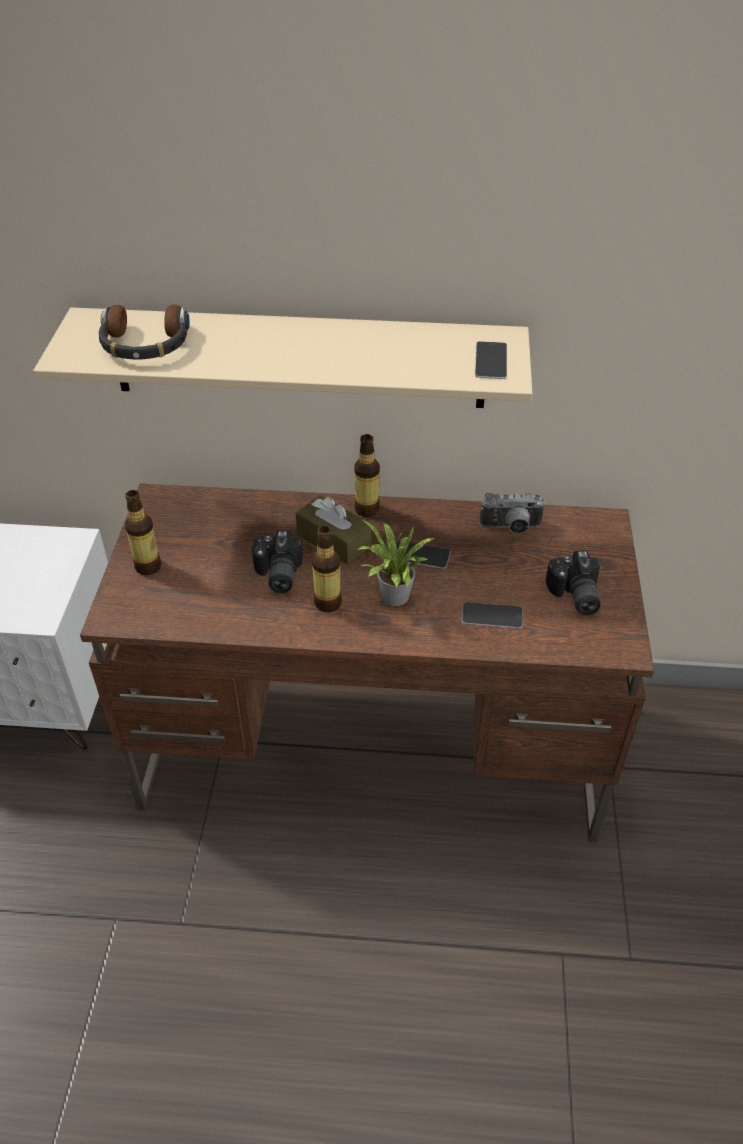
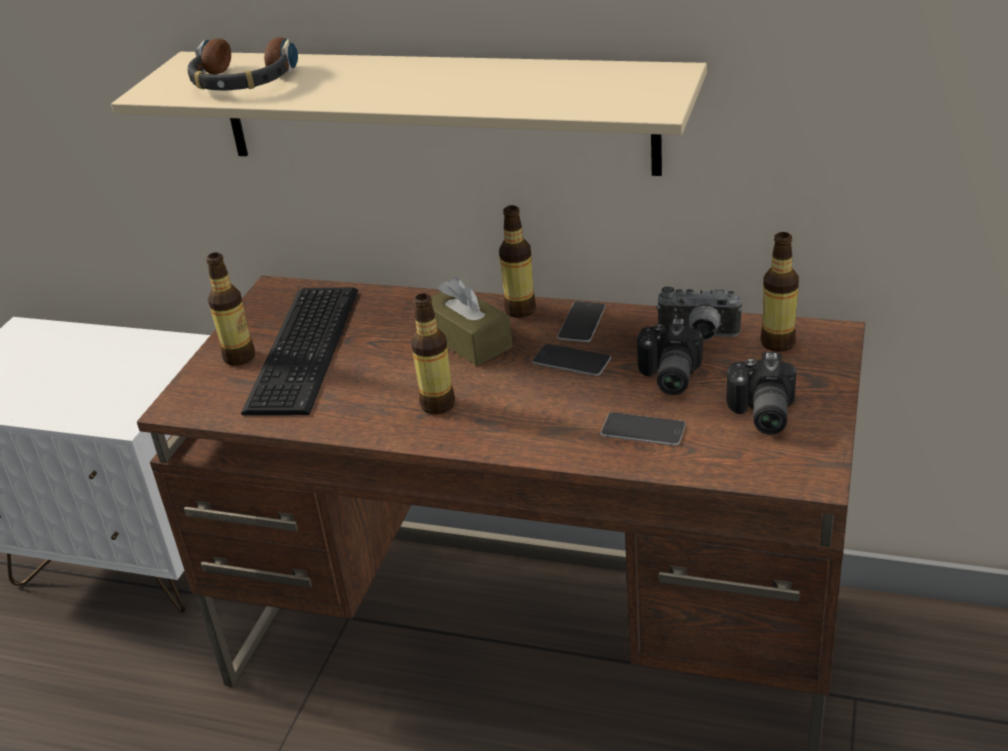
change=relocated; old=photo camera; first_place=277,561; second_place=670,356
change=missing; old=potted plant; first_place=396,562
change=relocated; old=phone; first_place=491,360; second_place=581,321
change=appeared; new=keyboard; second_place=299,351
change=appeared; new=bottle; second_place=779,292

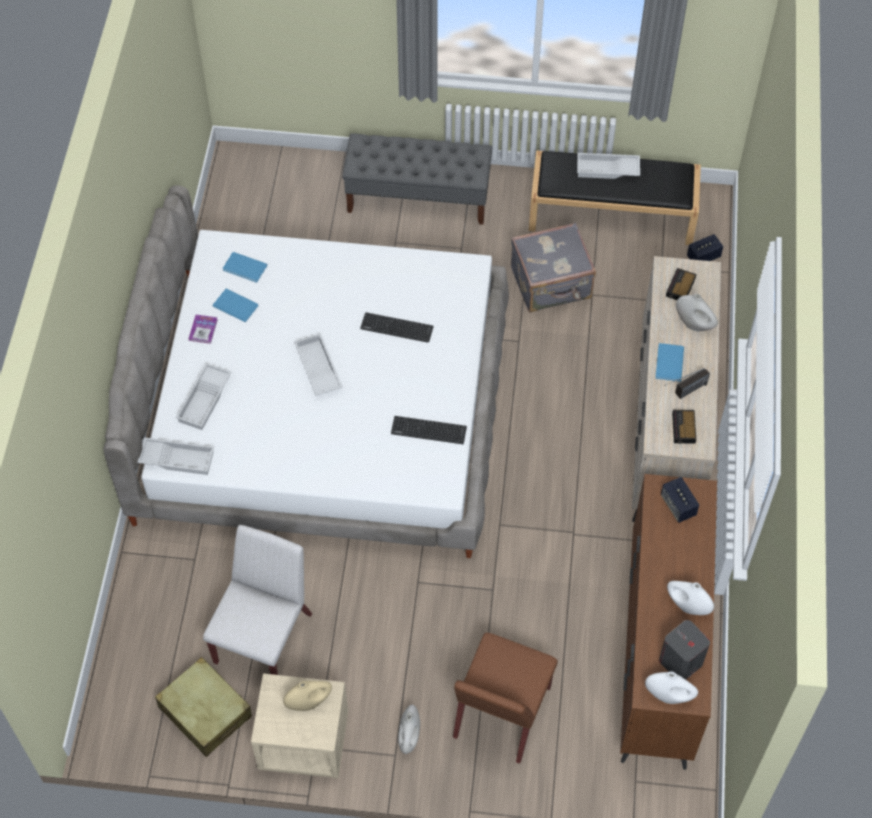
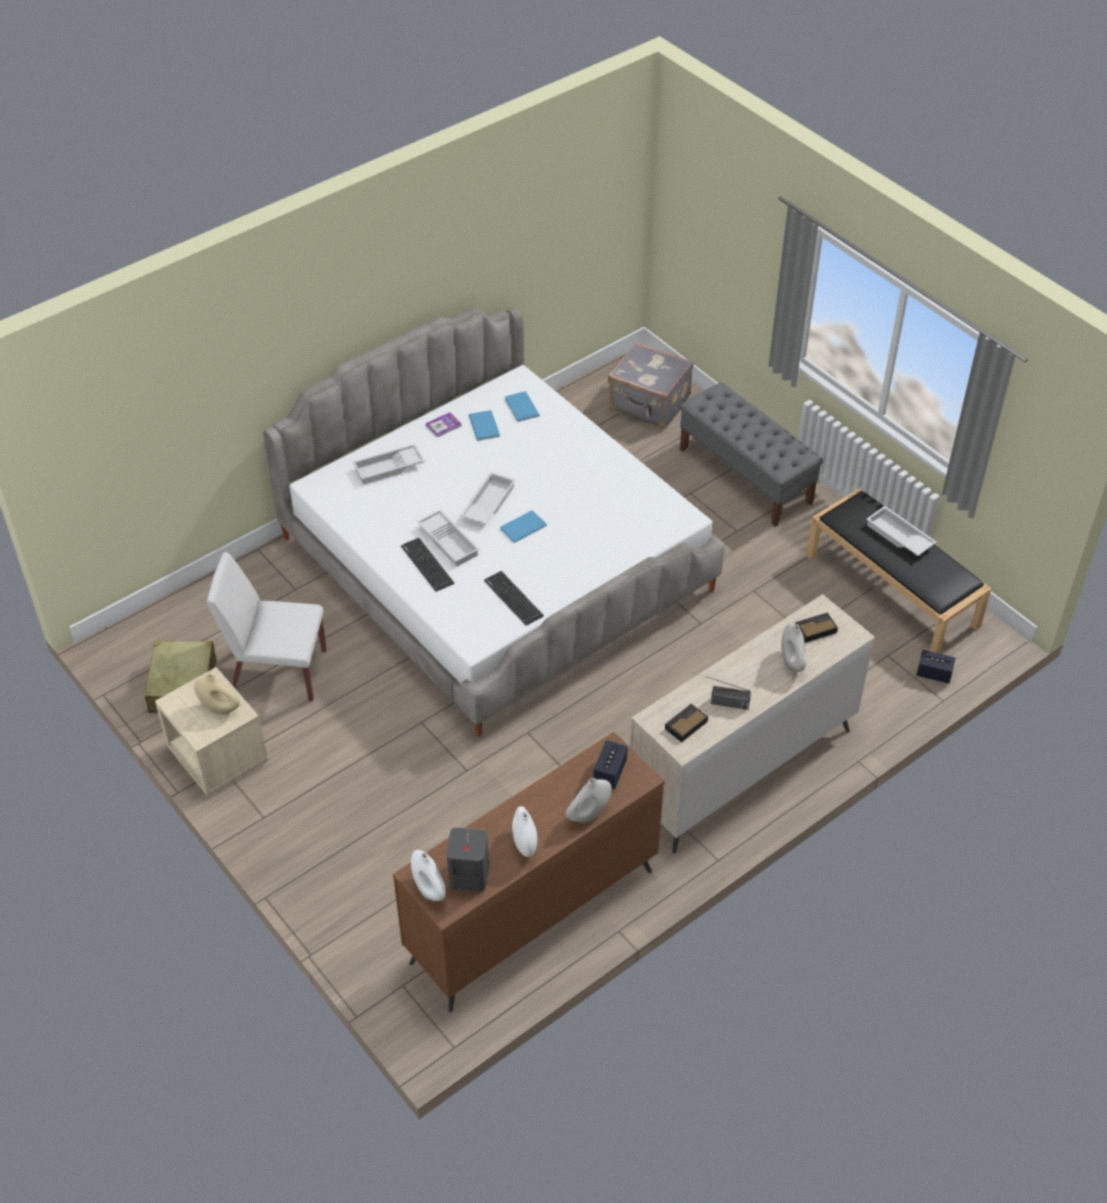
change=relocated; old=white tray; first_place=175,456; second_place=448,538
change=spun; old=white chair; first_place=257,600; second_place=266,626; degrees=-150
change=relocated; old=keyboard; first_place=397,327; second_place=427,565
change=relocated; old=white vase; first_place=409,729; second_place=589,800
change=missing; old=brown chair; first_place=505,698
change=relocated; old=grey suitcase; first_place=553,267; second_place=651,385
change=relocated; old=blue book; first_place=669,362; second_place=523,526

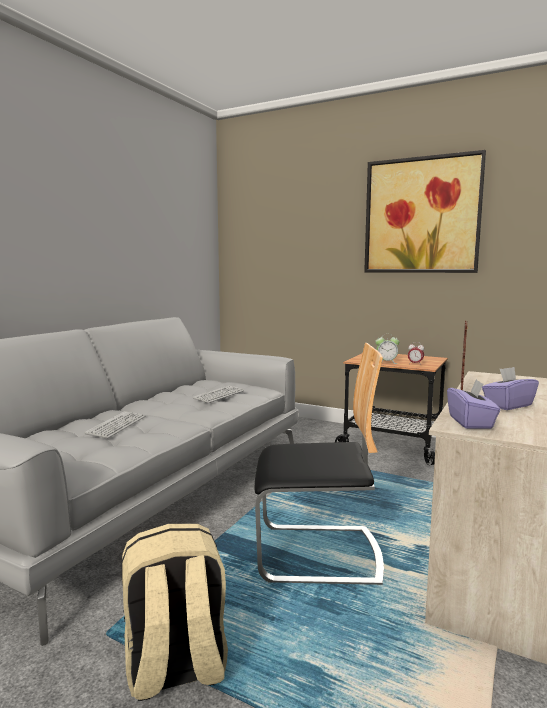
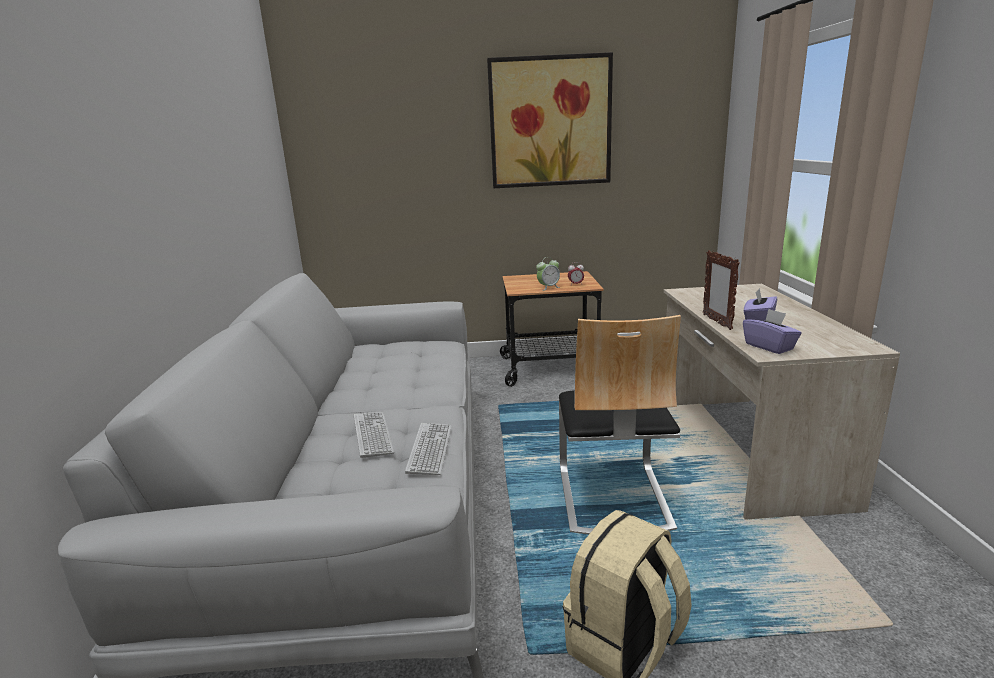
change=relocated; old=keyboard; first_place=218,394; second_place=428,449
change=spun; old=chair; first_place=319,464; second_place=620,425; degrees=120

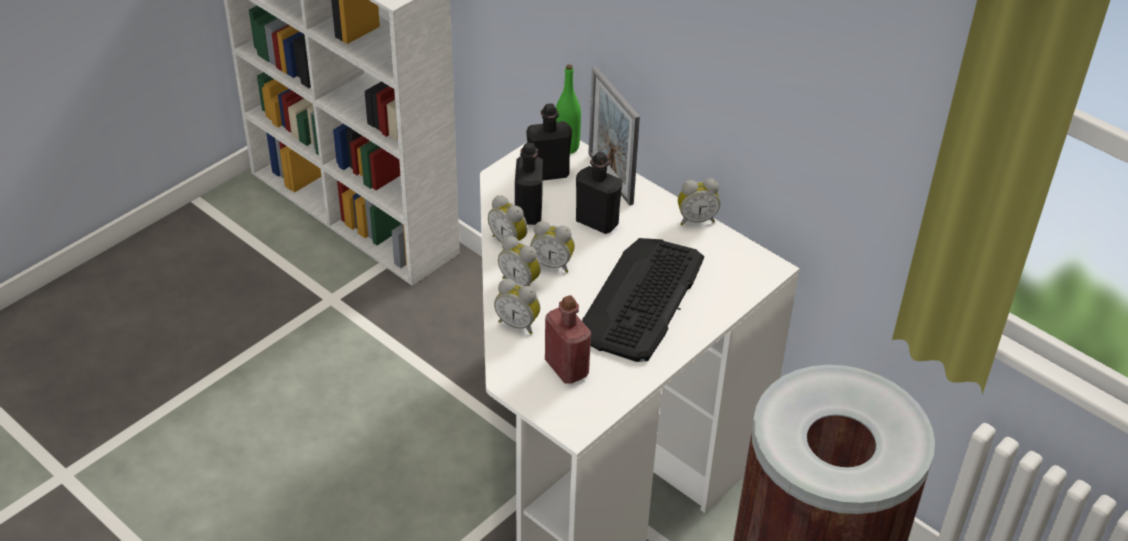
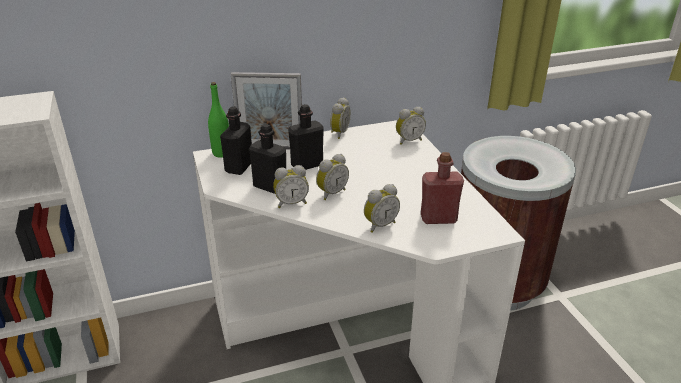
change=relocated; old=alarm clock; first_place=519,261; second_place=411,126
change=missing; old=keyboard; first_place=643,300

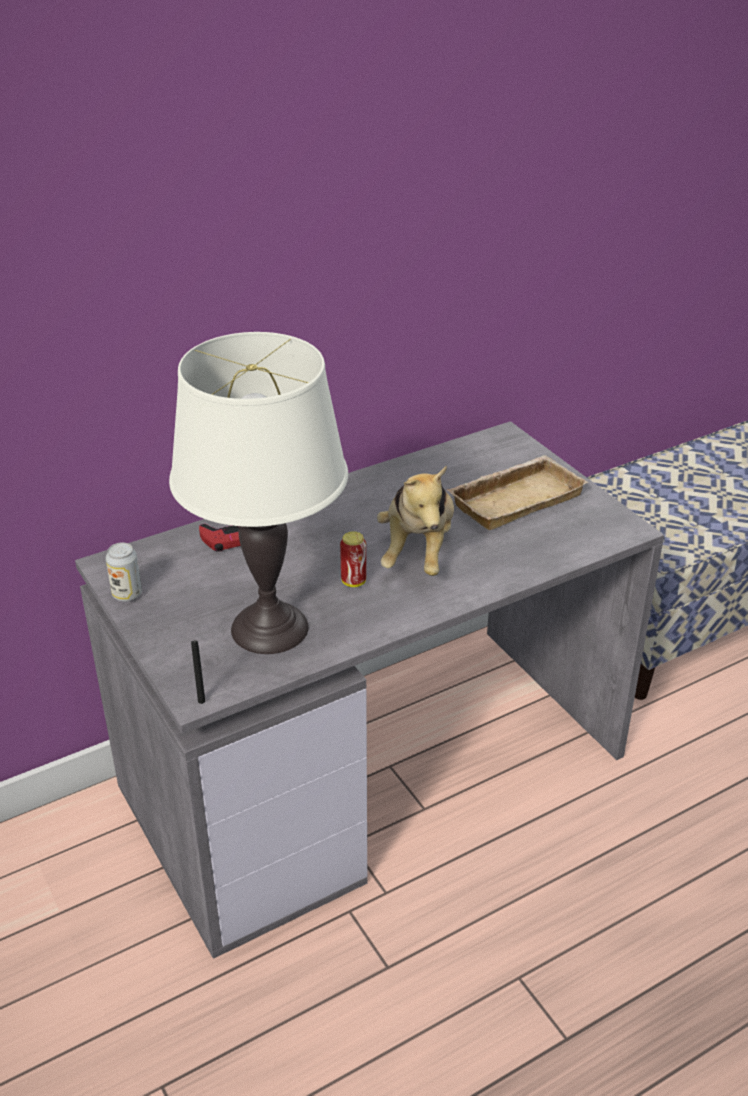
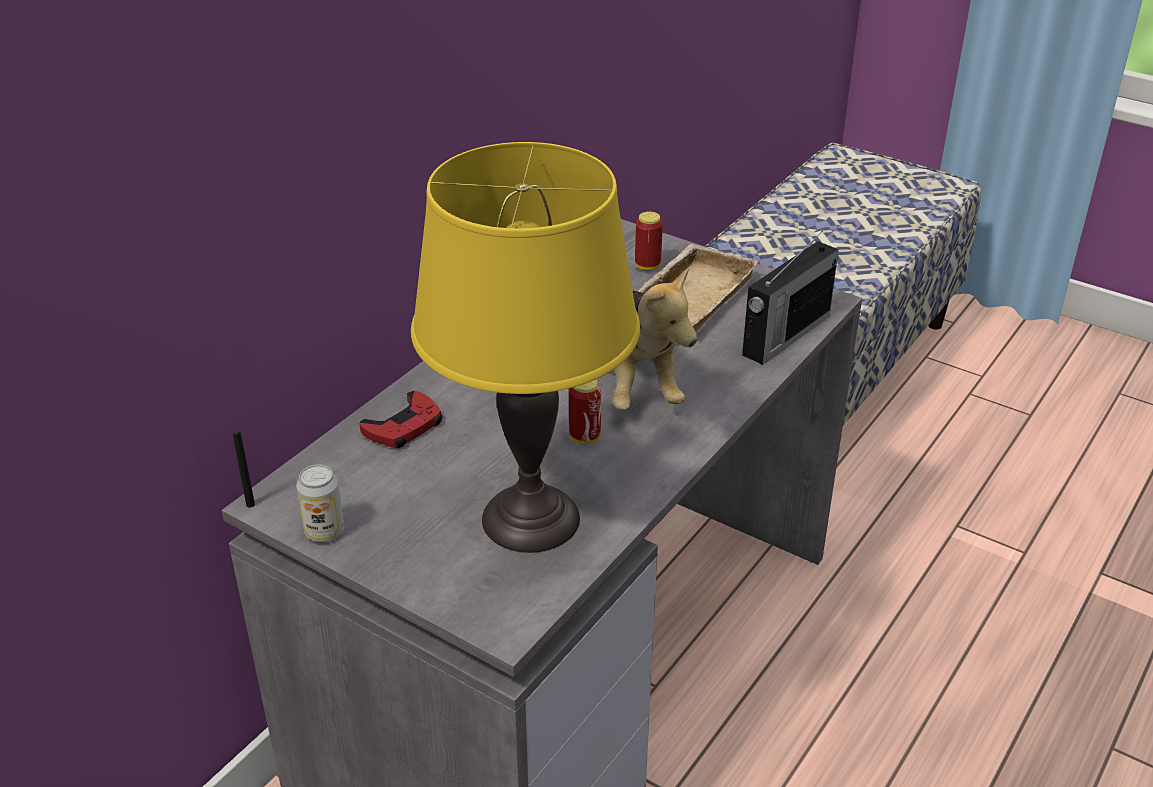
change=colour; old=white table lamp; new=yellow table lamp; first_place=258,493; second_place=525,347
change=relocated; old=black candle; first_place=198,672; second_place=244,469
change=appeared; new=can; second_place=649,241
change=appeared; new=radio; second_place=790,298

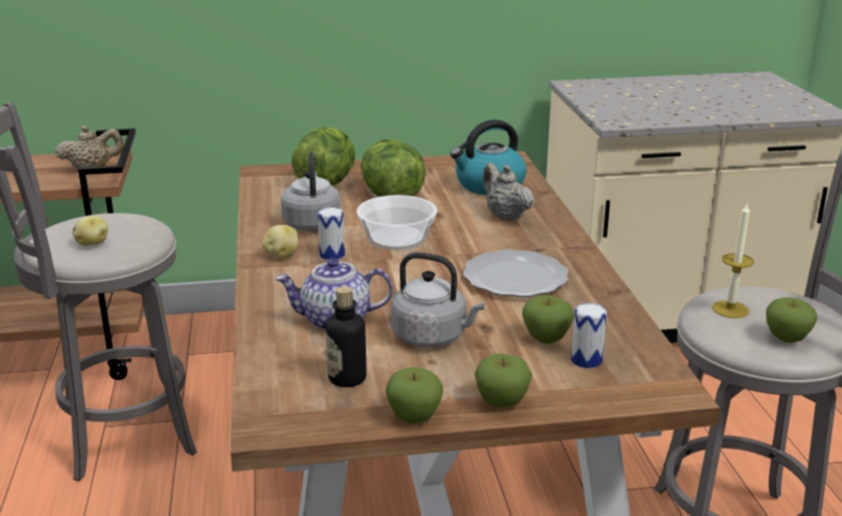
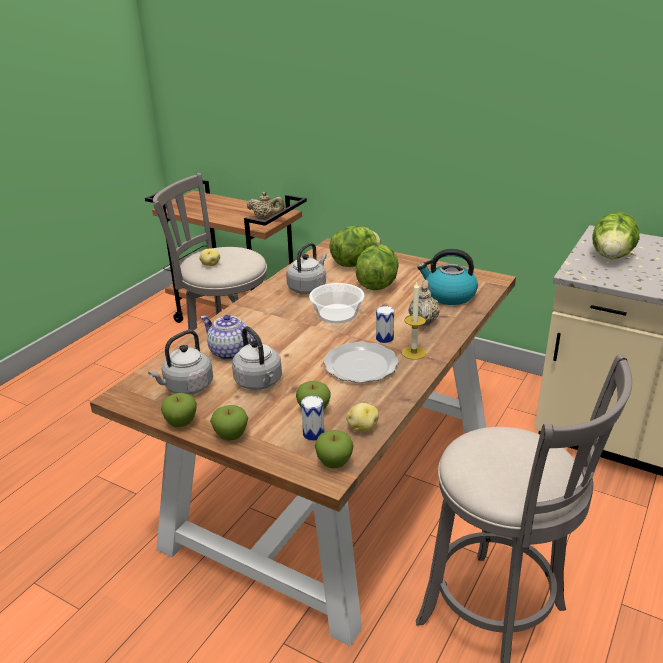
change=relocated; old=potato; first_place=280,242; second_place=362,417
change=relocated; old=can; first_place=331,233; second_place=385,324
change=exchanged; old=bottle; new=grey kettle; first_place=346,336; second_place=180,362
change=relocated; old=candle; first_place=733,261; second_place=414,321
change=relocated; old=apple; first_place=791,320; second_place=334,449
change=appeared; new=lettuce; second_place=615,235

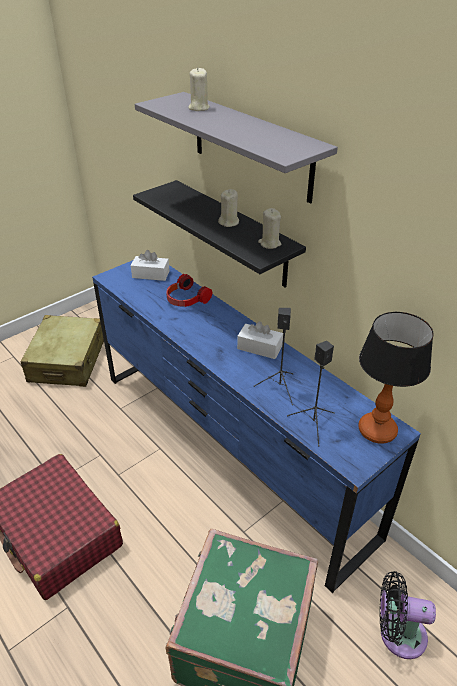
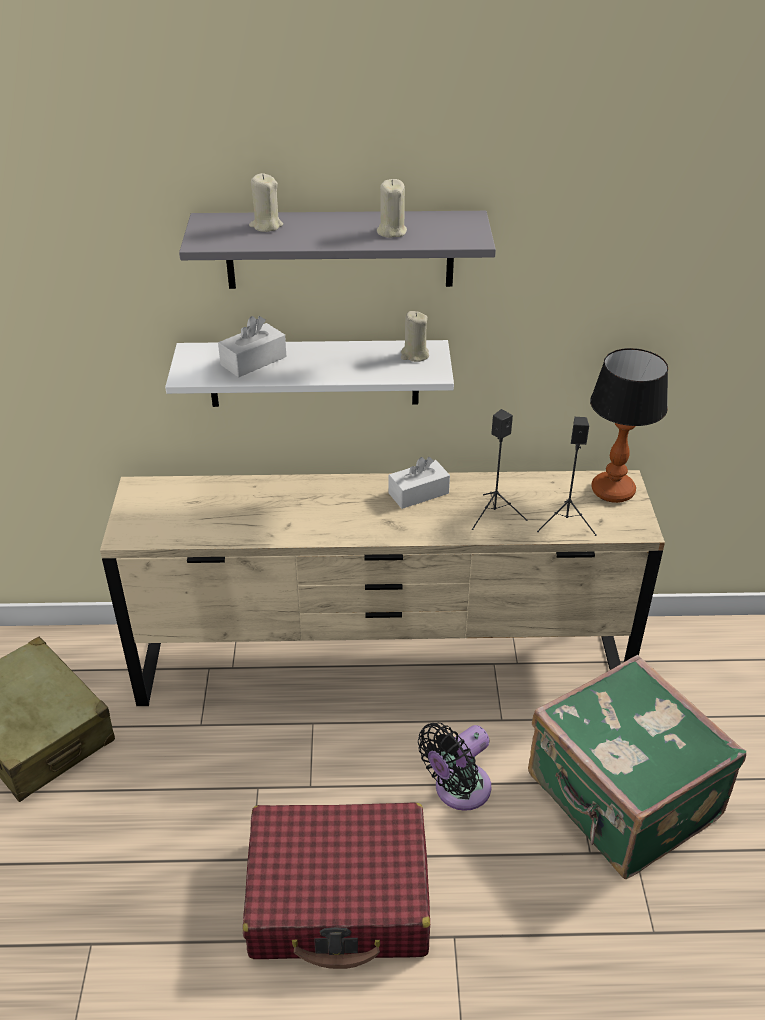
change=colour; old=blue dresser; new=beige dresser; first_place=256,425; second_place=382,588
change=relocated; old=white tissue box; first_place=150,265; second_place=252,346
change=colour; old=black shelf; new=white shelf; first_place=219,234; second_place=309,373
change=missing; old=headphones; first_place=189,290
change=relocated; old=beige candle; first_place=228,208; second_place=392,208
change=relocated; old=black fan; first_place=407,615; second_place=454,767

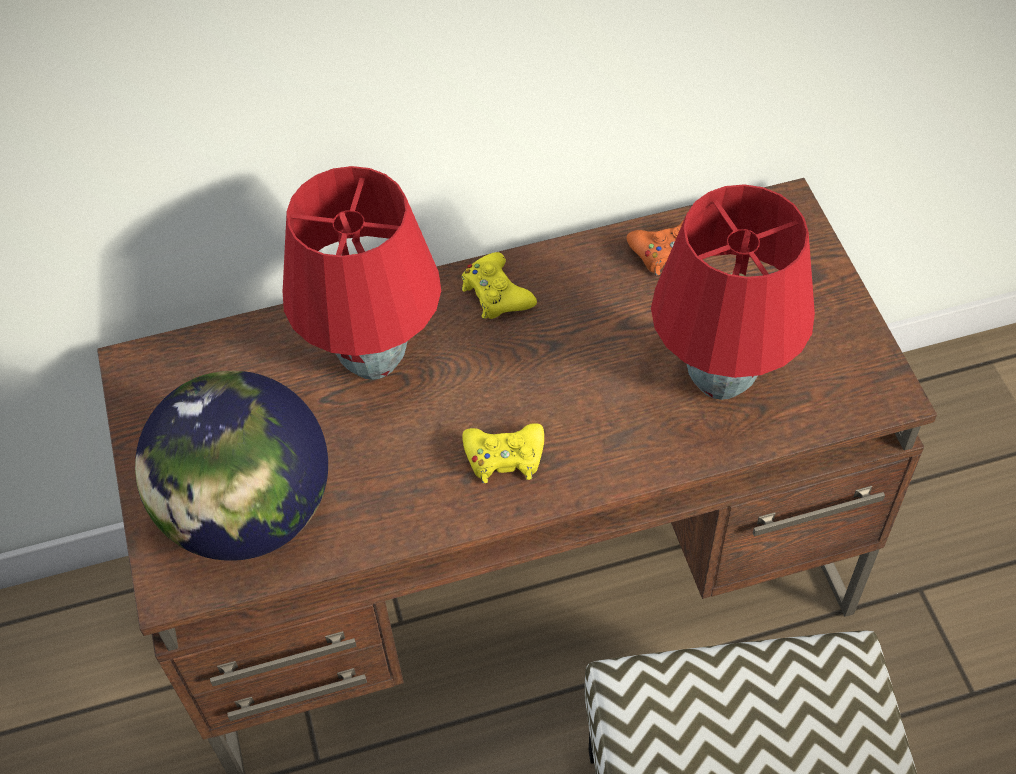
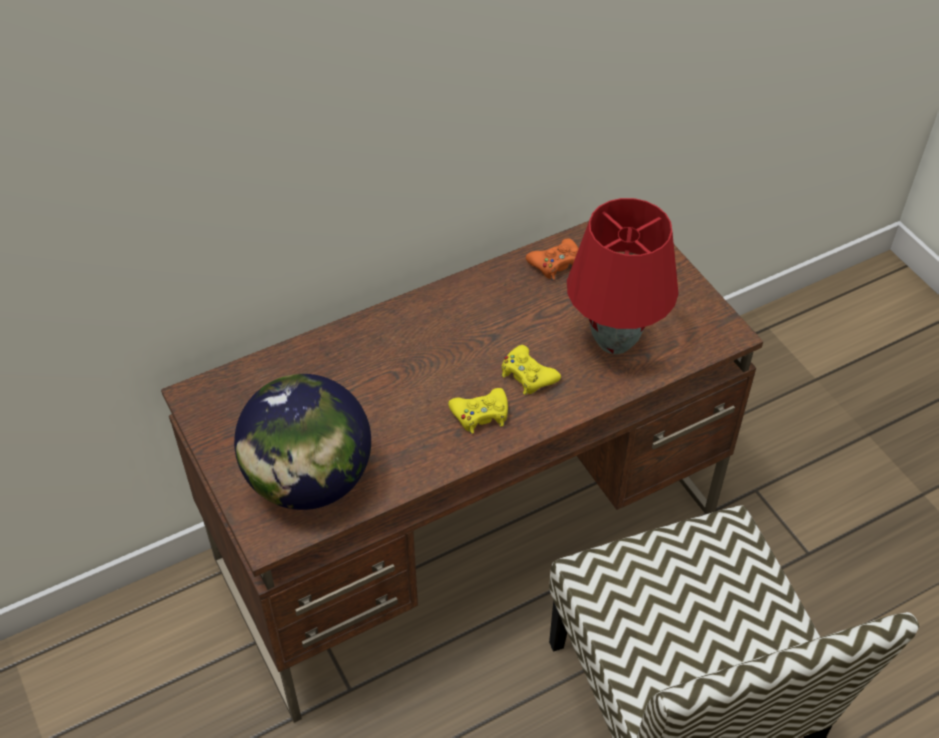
change=missing; old=red table lamp; first_place=362,273
change=relocated; old=yellow game controller; first_place=499,285; second_place=531,370

